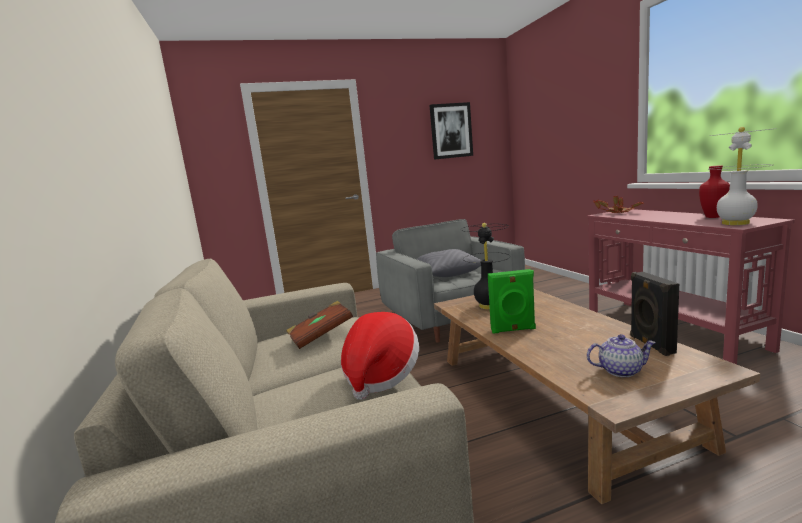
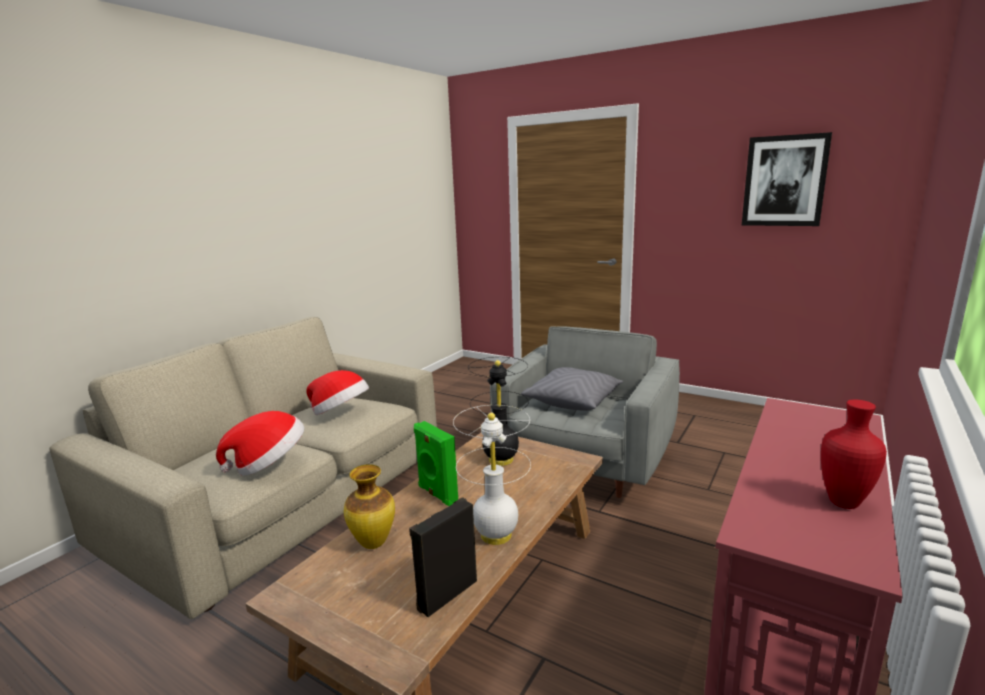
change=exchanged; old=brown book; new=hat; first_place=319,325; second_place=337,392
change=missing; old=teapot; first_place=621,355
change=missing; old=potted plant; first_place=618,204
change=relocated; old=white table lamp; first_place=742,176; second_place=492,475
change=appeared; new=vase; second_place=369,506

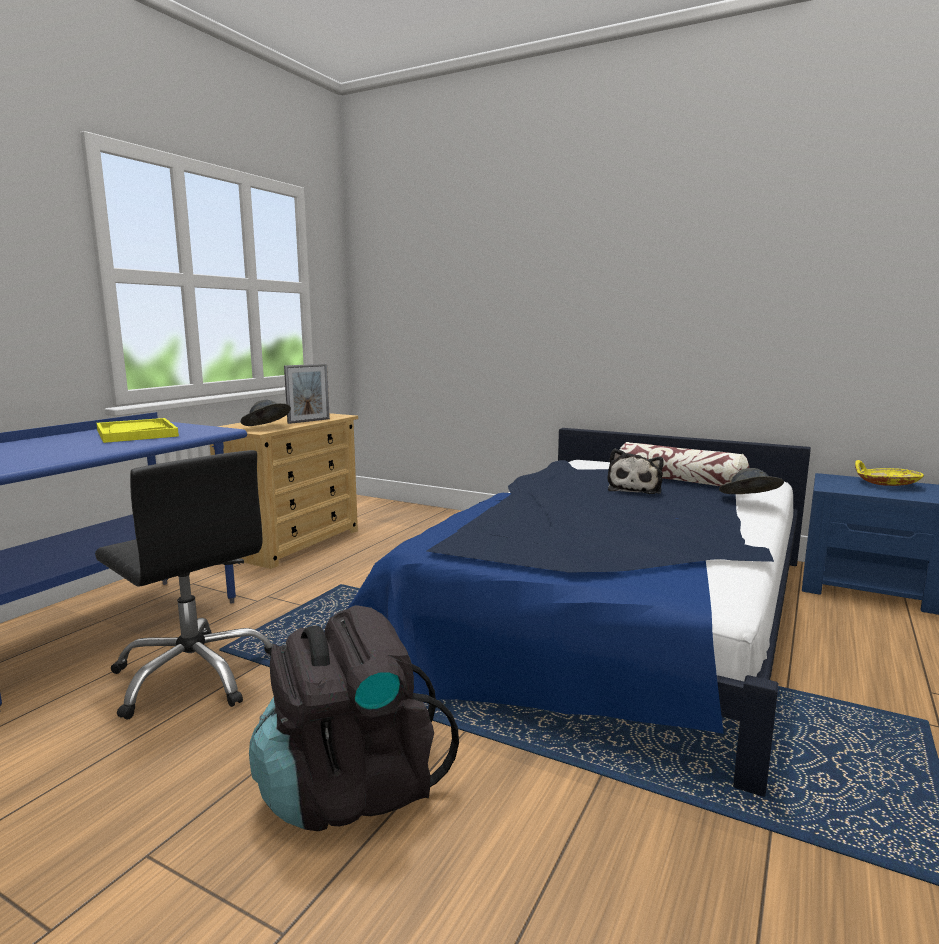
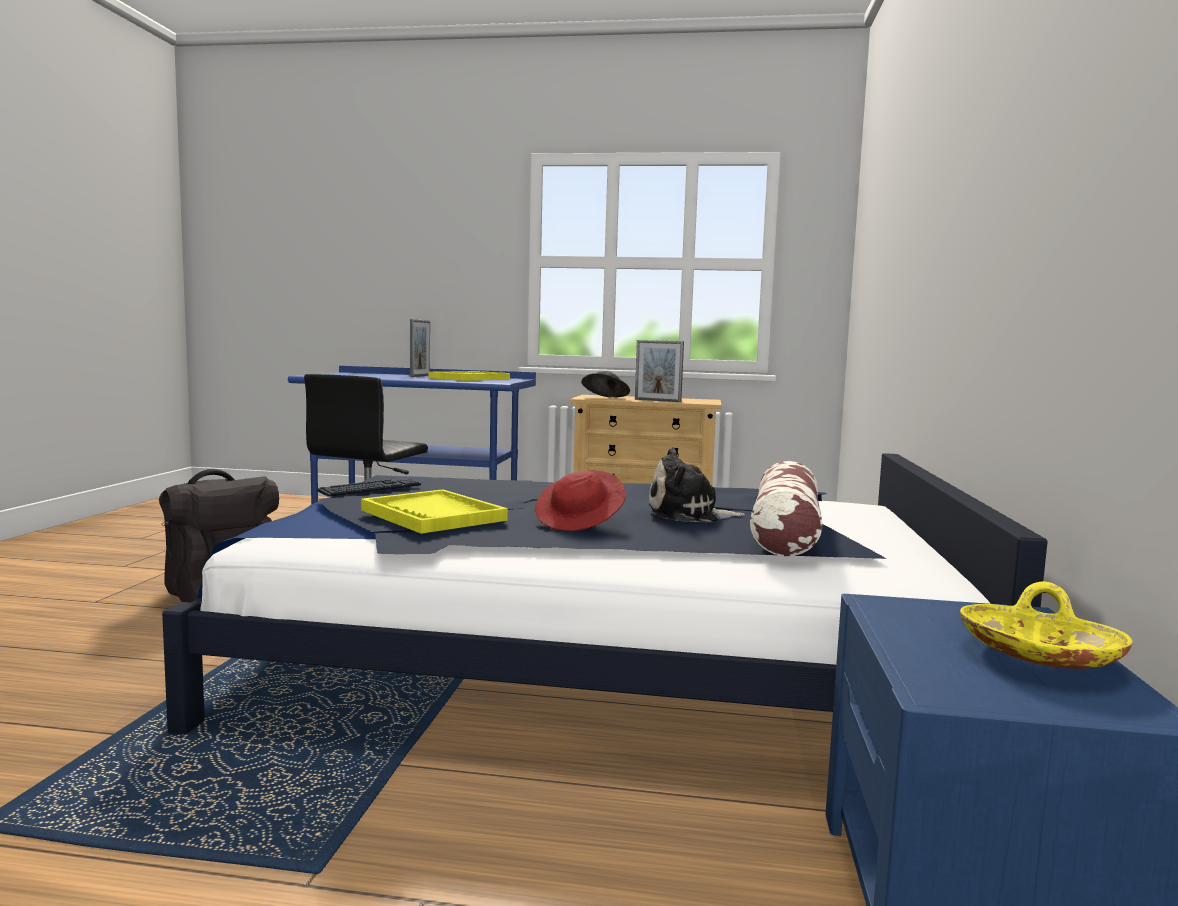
change=missing; old=grey hat; first_place=751,481
change=appeared; new=keyboard; second_place=369,487
change=appeared; new=yellow tray; second_place=434,511
change=appeared; new=picture frame; second_place=420,348
change=appeared; new=red hat; second_place=580,500

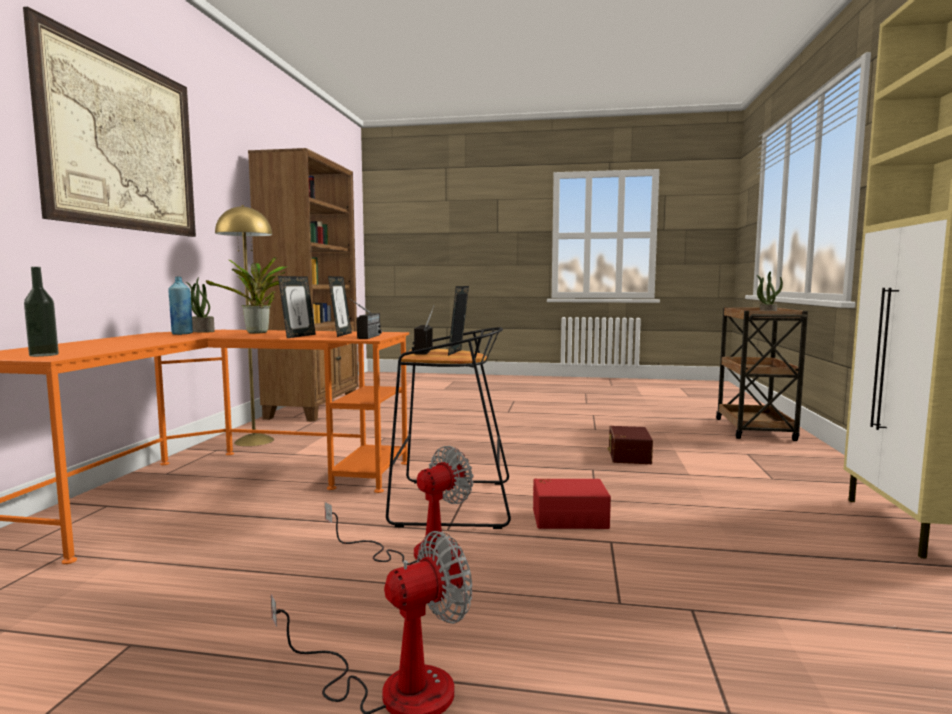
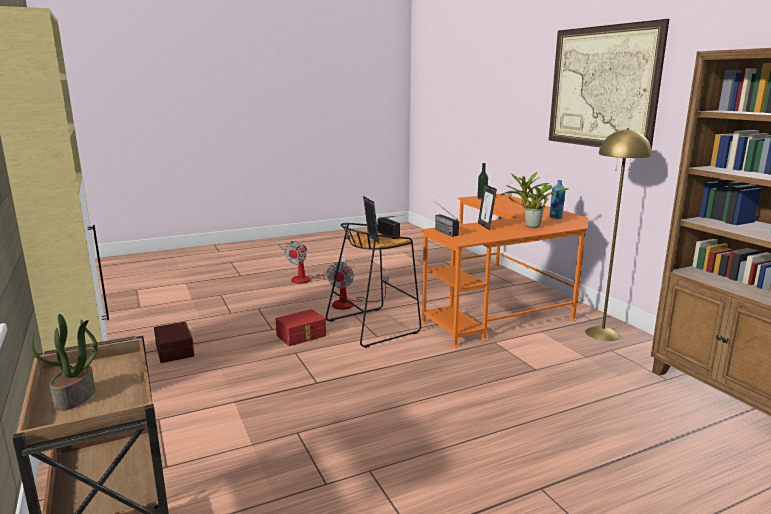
change=missing; old=potted plant; first_place=200,305
change=missing; old=picture frame; first_place=340,306
change=relocated; old=brown storage box; first_place=630,445; second_place=174,342

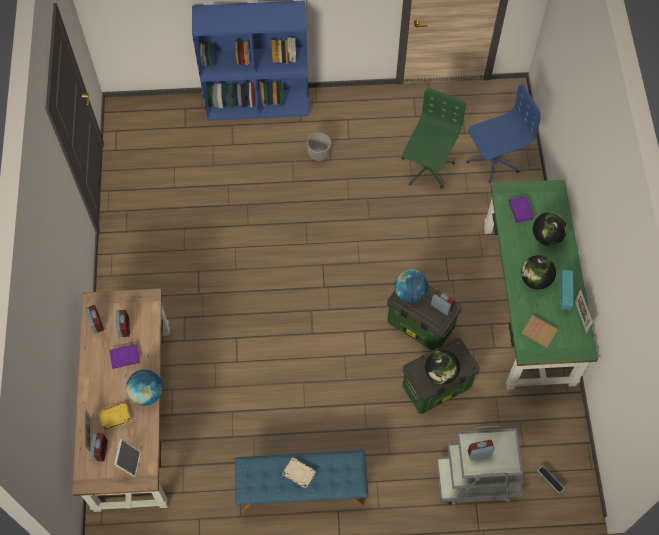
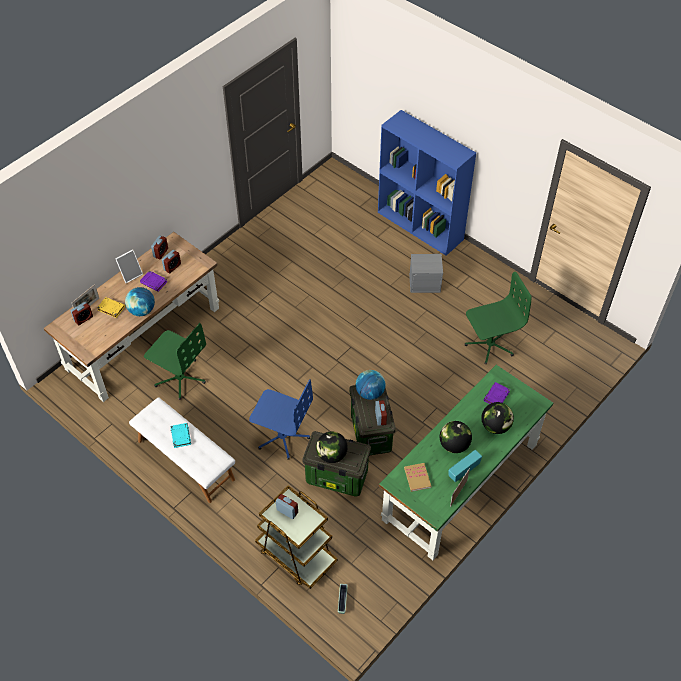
change=relocated; old=picture frame; first_place=127,458; second_place=129,266
change=colour; old=blue bench; new=white bench; first_place=301,481; second_place=182,450
change=colour; old=beige book; new=turquoise book; first_place=299,473; second_place=181,435
change=exchanged; old=grey planter; new=grey storage box; first_place=318,147; second_place=426,273
change=colour; old=grey cart; new=brown cart; first_place=479,465; second_place=296,537
change=relocated; old=blue office chair; first_place=503,134; second_place=281,419
change=appeared; new=green office chair; second_place=175,361

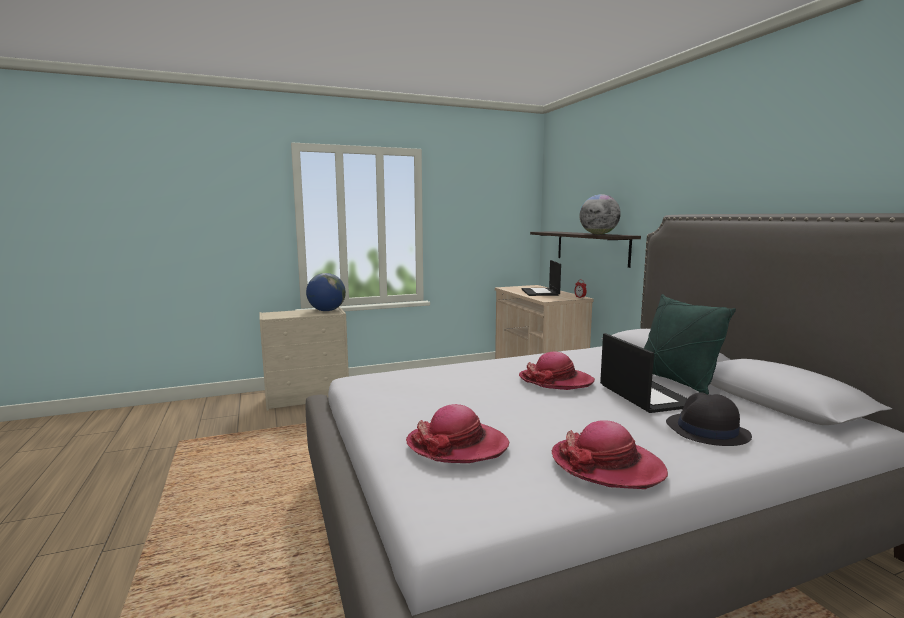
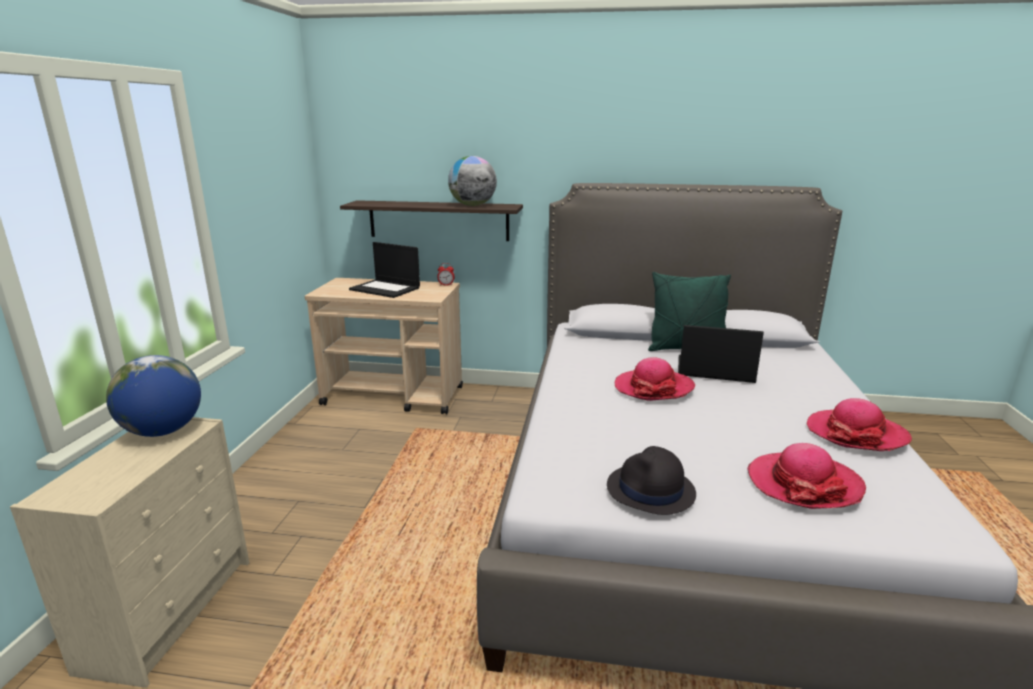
change=relocated; old=black hat; first_place=709,419; second_place=651,480

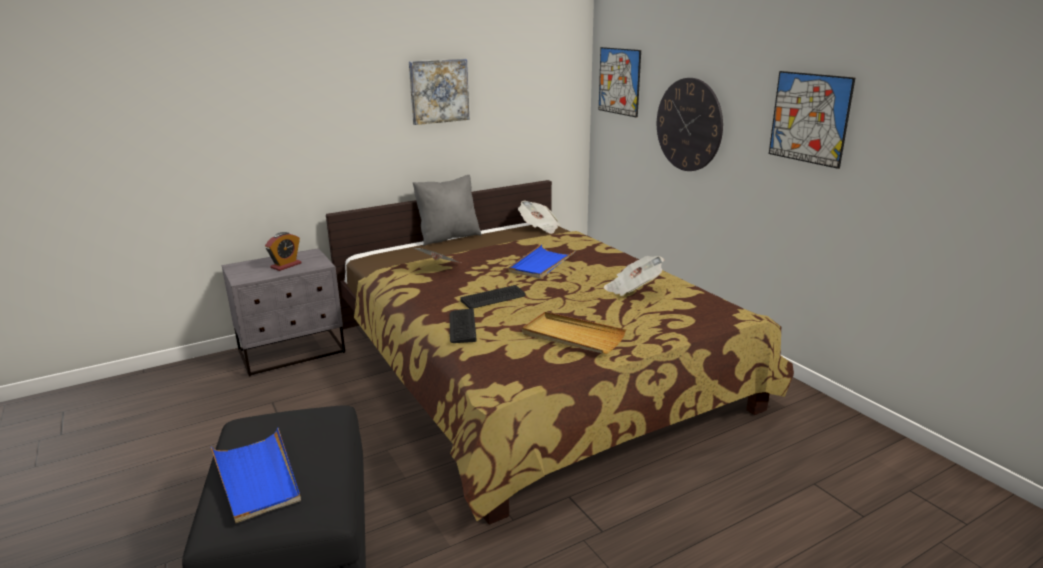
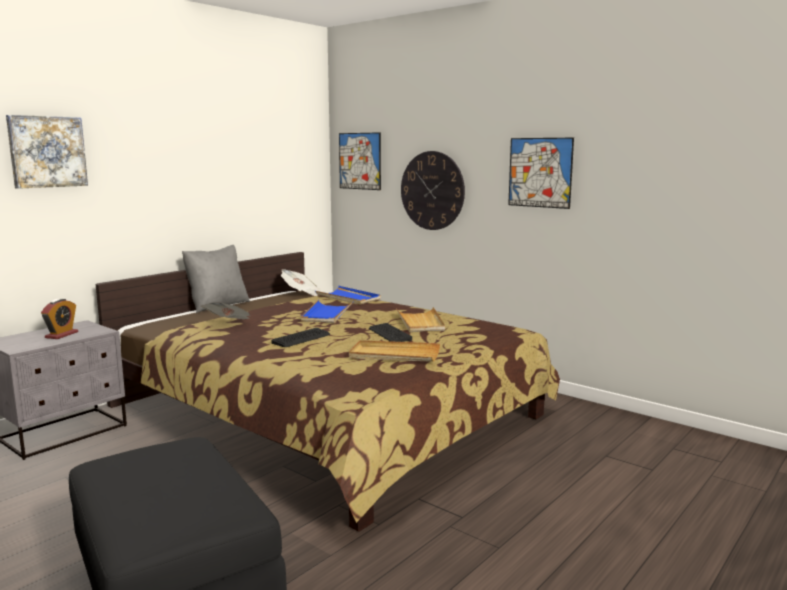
change=relocated; old=blue tray; first_place=256,475; second_place=348,295
change=relocated; old=picture; first_place=439,92; second_place=47,152
change=relocated; old=keyboard; first_place=463,325; second_place=390,332
change=exchanged; old=newspaper; new=beige tray; first_place=634,276; second_place=420,319

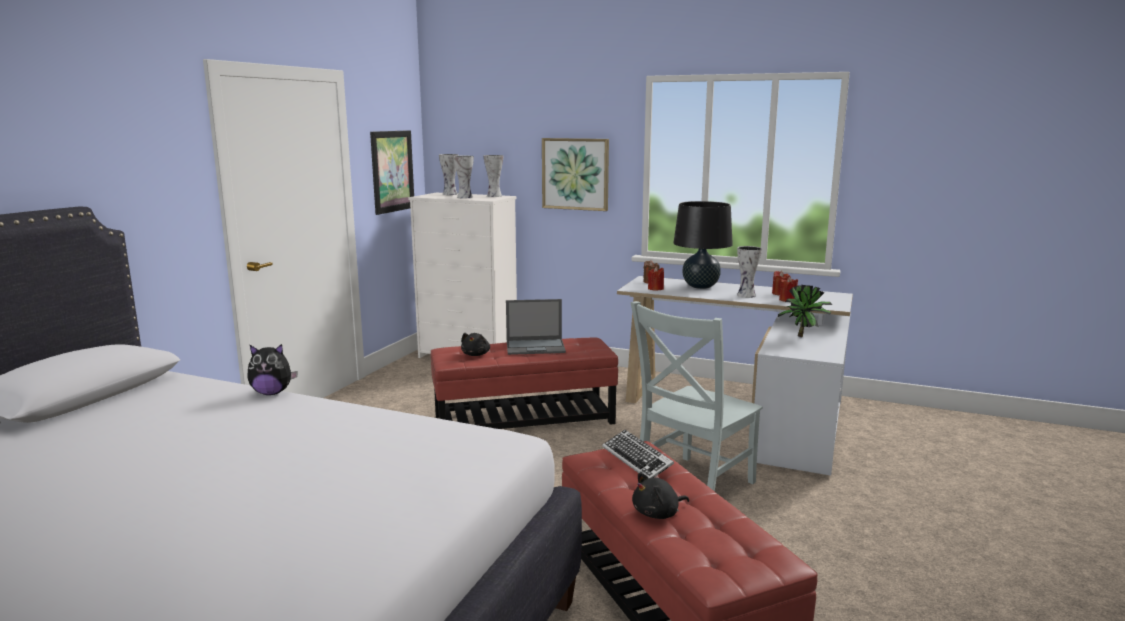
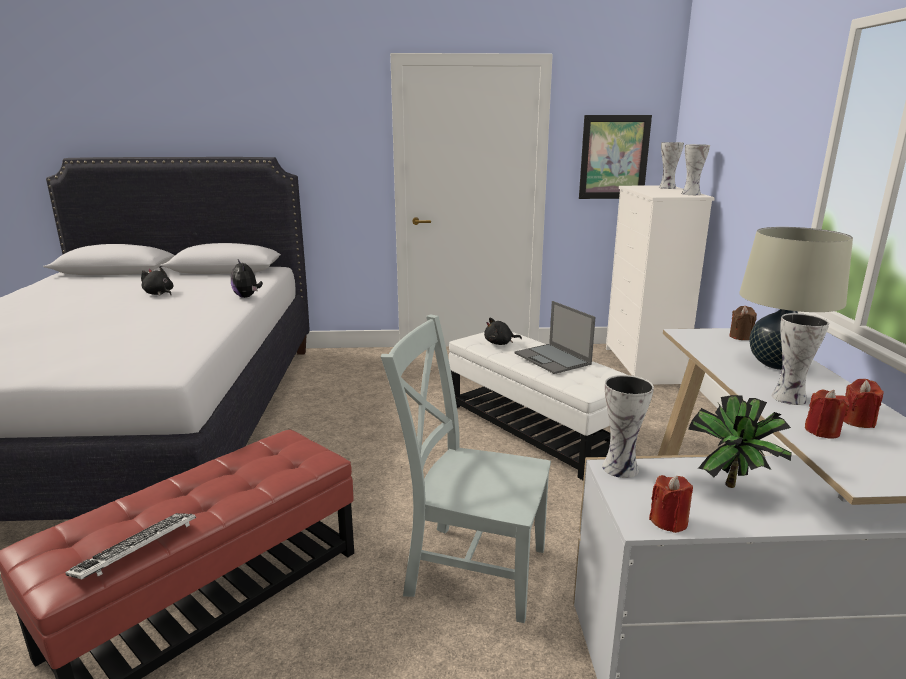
change=colour; old=red ottoman; new=white ottoman; first_place=524,383; second_place=538,406
change=relocated; old=vase; first_place=463,177; second_place=628,426
change=missing; old=picture; first_place=575,174
change=relocated; old=keyboard; first_place=638,454; second_place=130,546
change=relocated; old=black plush toy; first_place=660,496; second_place=157,281
change=relocated; old=red candle; first_place=656,278; second_place=671,504
change=colour; old=black table lamp; new=beige table lamp; first_place=703,245; second_place=796,298

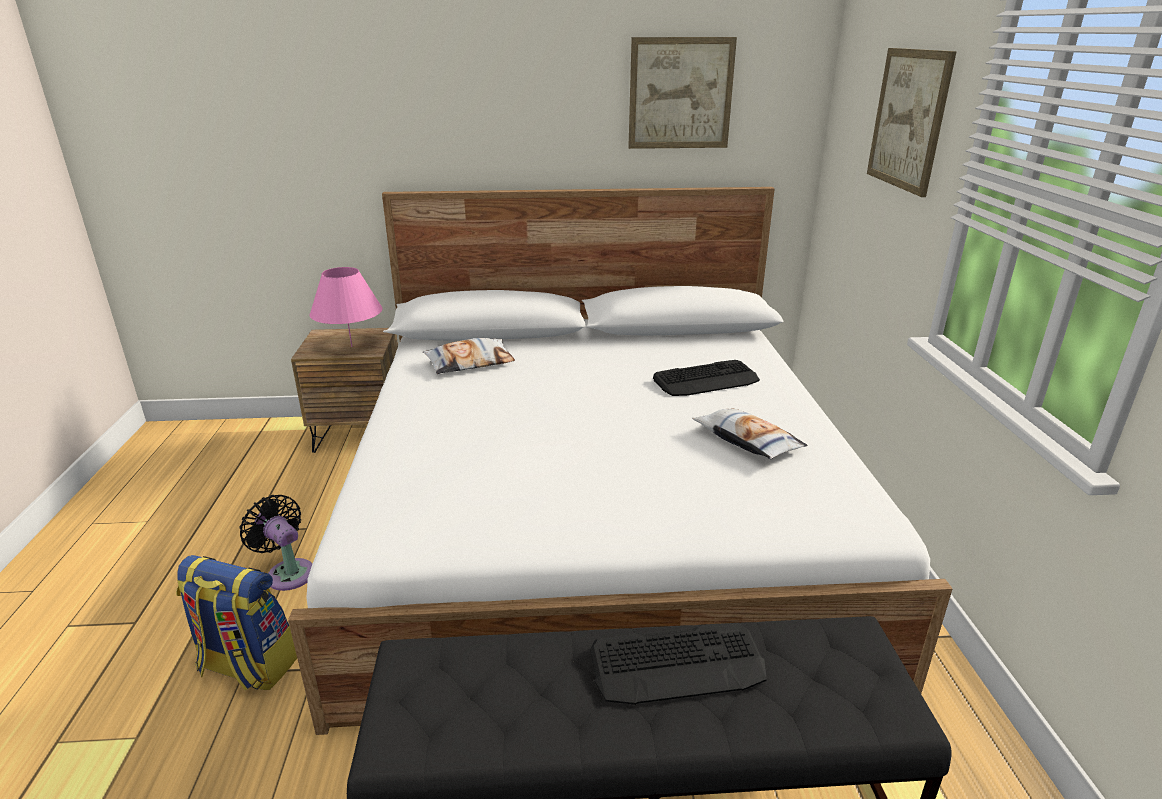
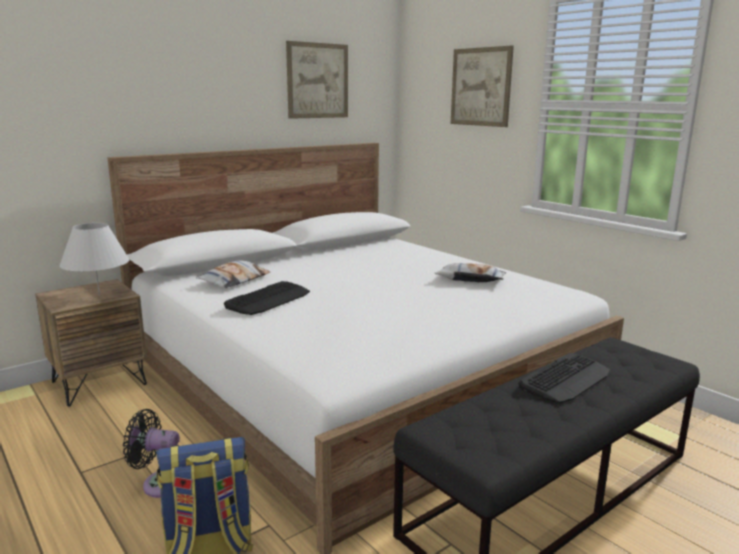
change=colour; old=pink table lamp; new=white table lamp; first_place=346,307; second_place=94,259
change=relocated; old=keyboard; first_place=706,378; second_place=267,298

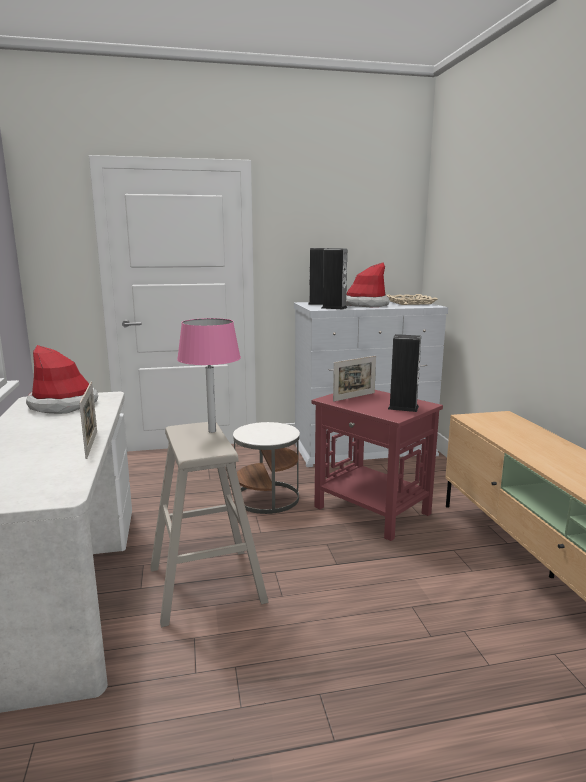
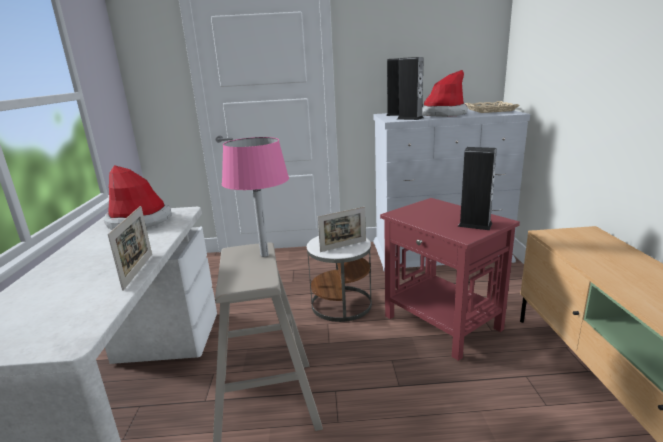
change=relocated; old=picture frame; first_place=354,379; second_place=342,229

